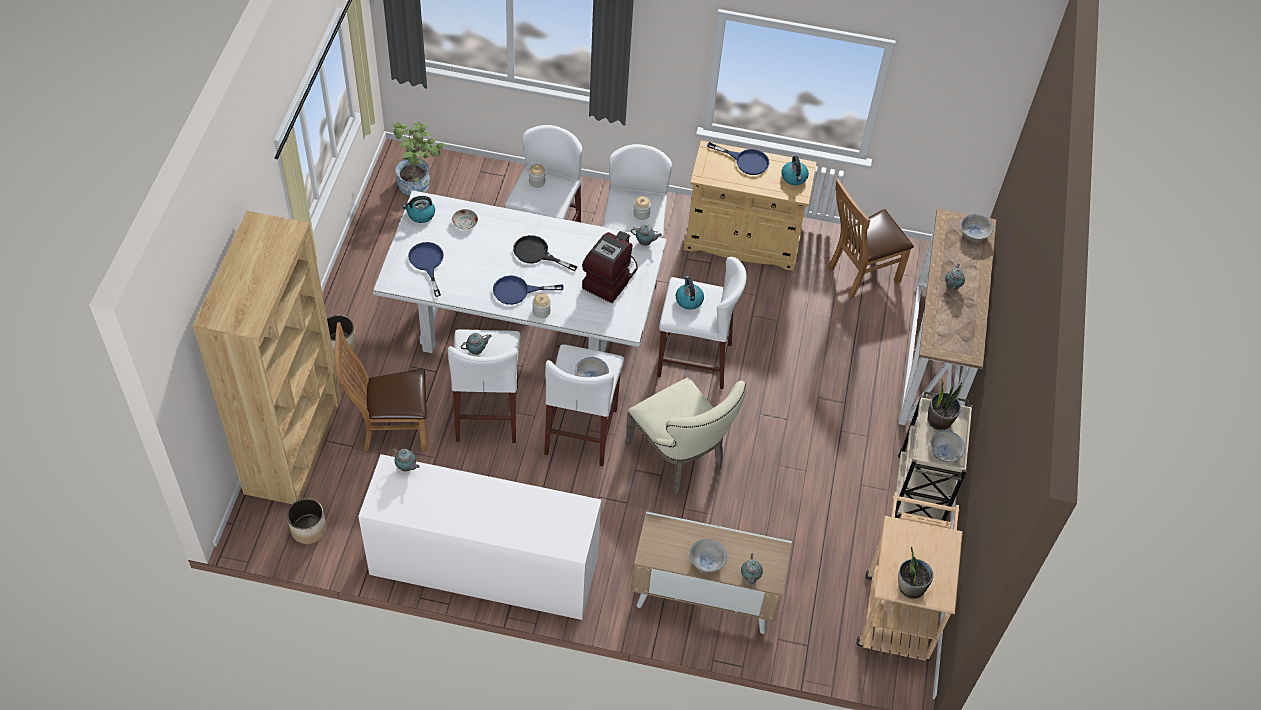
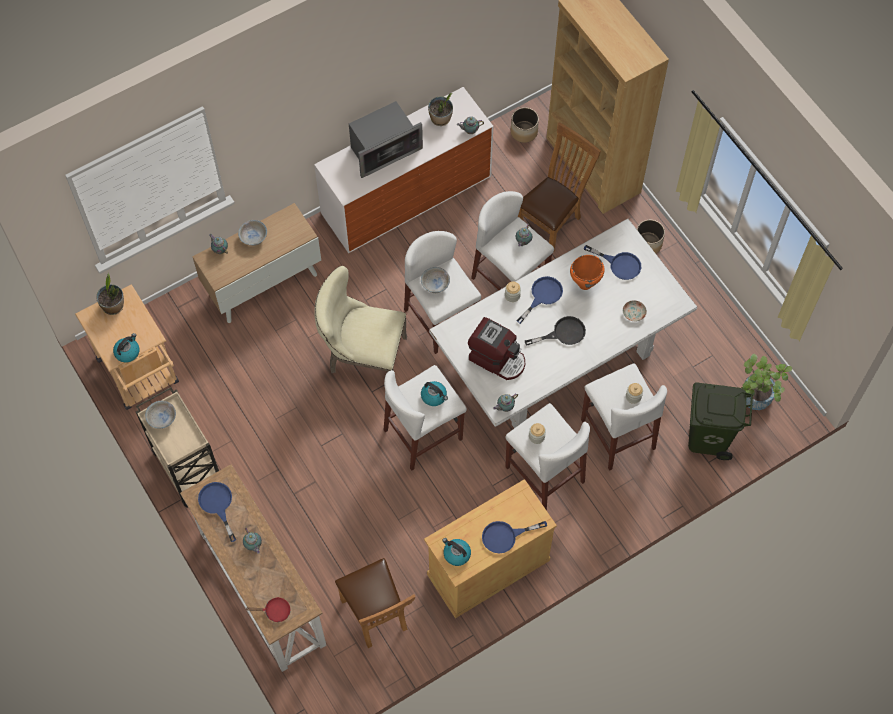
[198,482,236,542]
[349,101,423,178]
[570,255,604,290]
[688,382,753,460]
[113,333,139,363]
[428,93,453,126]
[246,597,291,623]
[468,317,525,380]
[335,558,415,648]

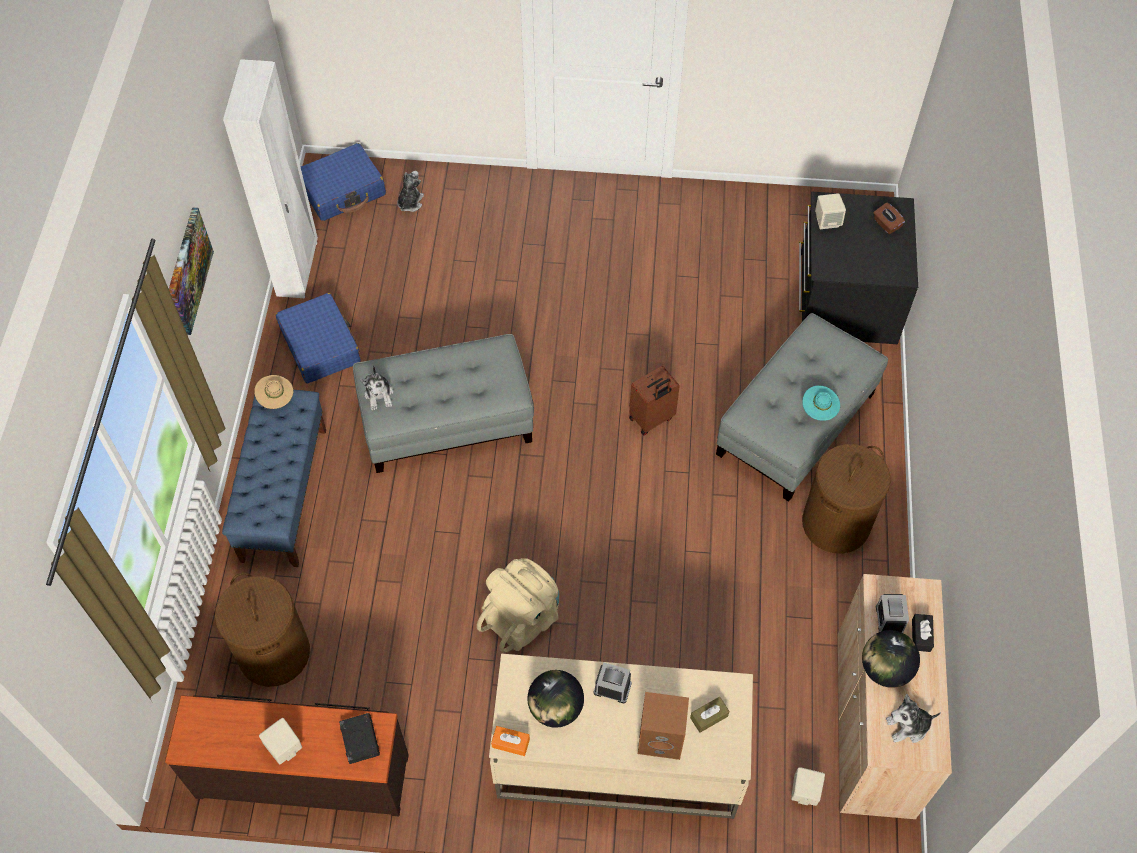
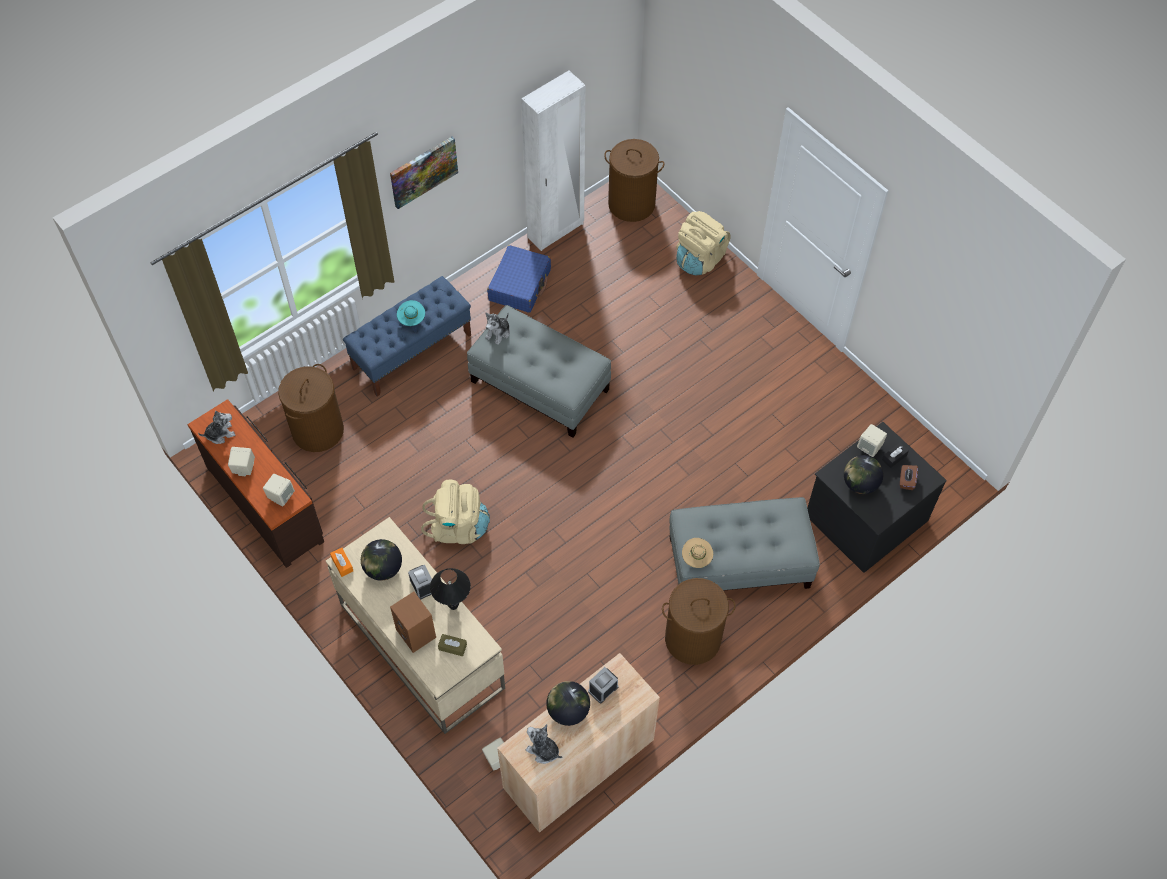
[629,366,680,435] (first image)
[430,568,471,610]
[676,211,731,276]
[844,455,884,494]
[682,538,713,568]
[198,411,235,444]
[397,300,425,326]
[882,443,909,468]
[604,139,664,222]
[263,474,295,507]

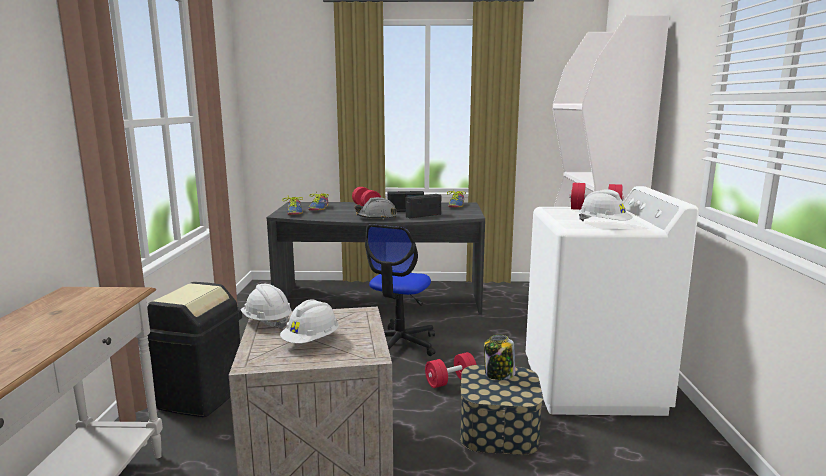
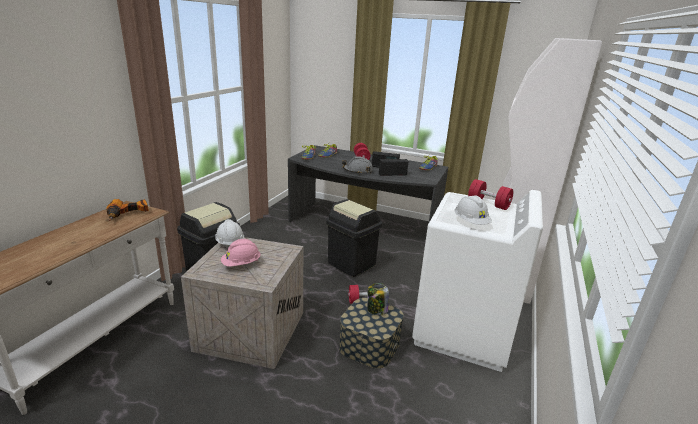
[106,199,149,221]
[326,199,382,277]
[221,239,261,267]

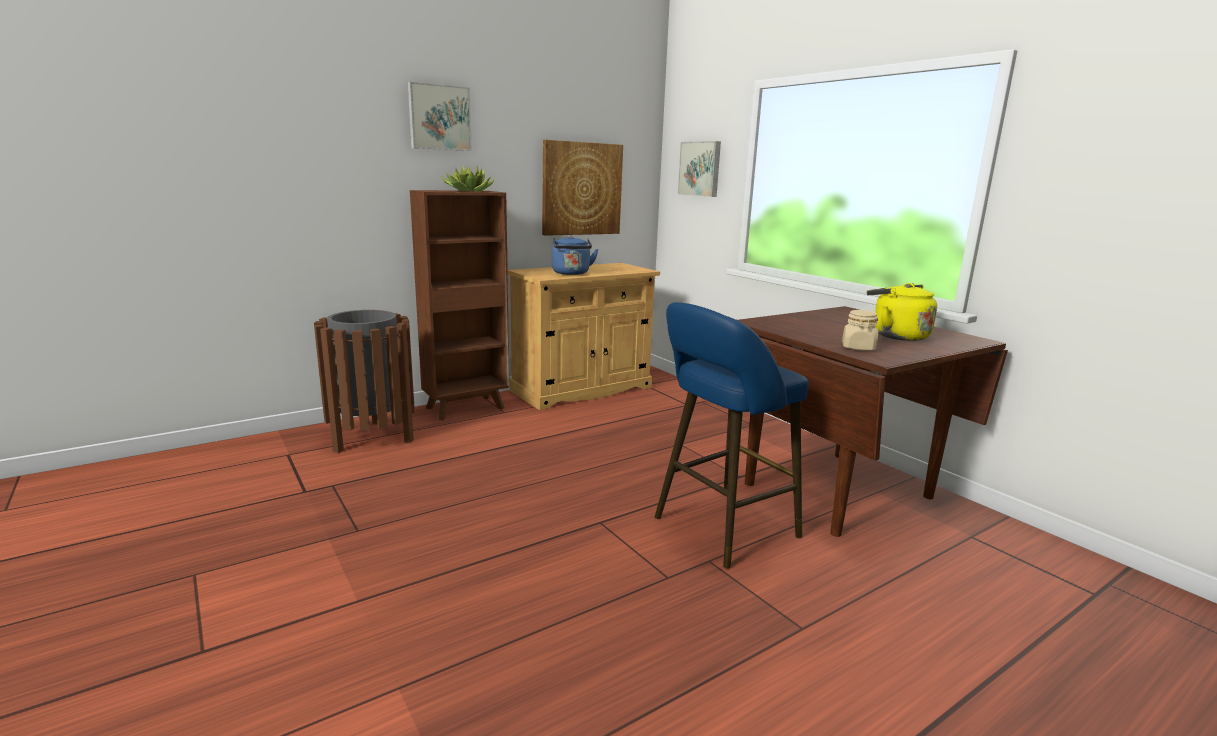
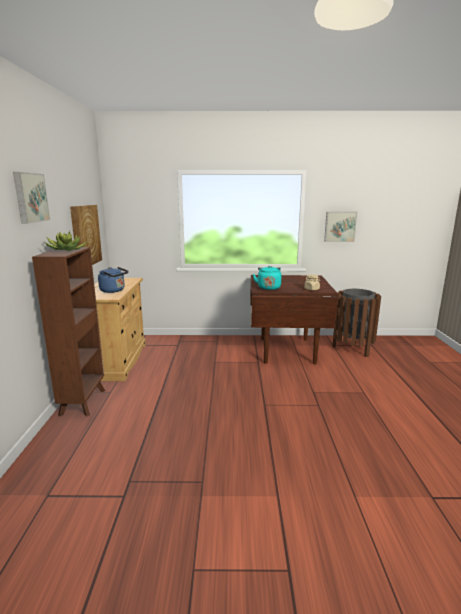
[655,302,808,569] (first image)
[867,283,937,341] (first image)
[253,266,281,290]
[332,289,381,357]
[324,212,357,242]

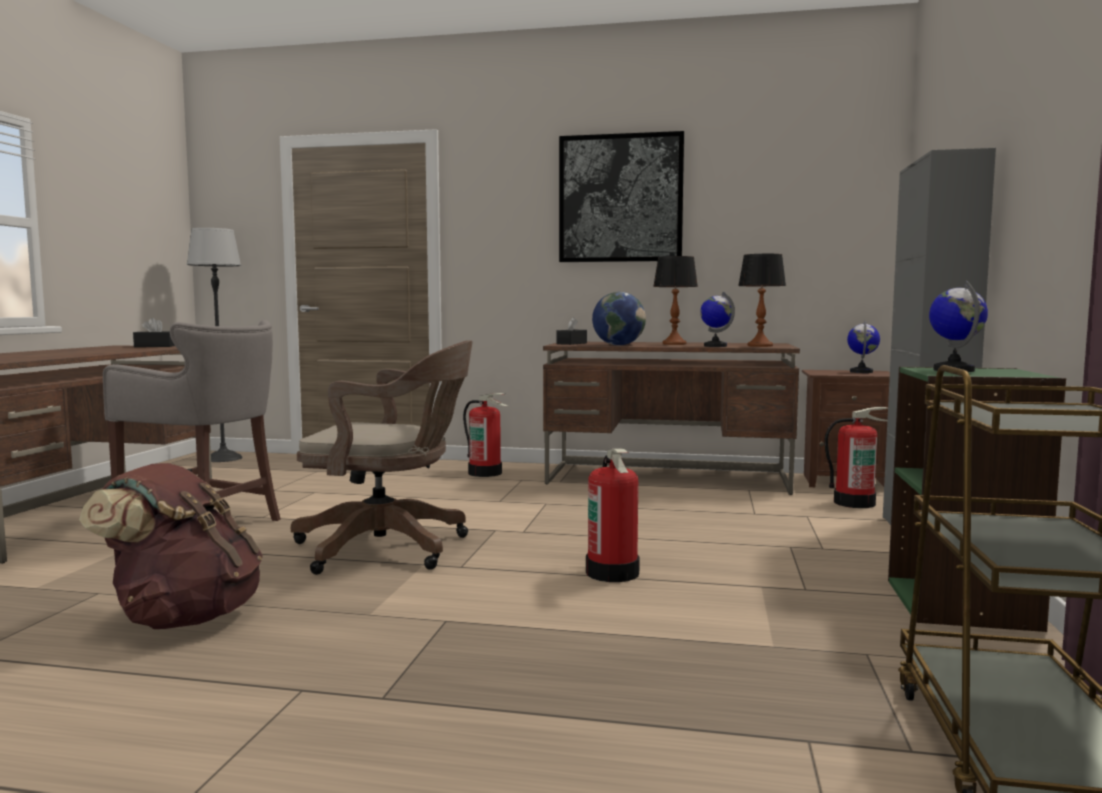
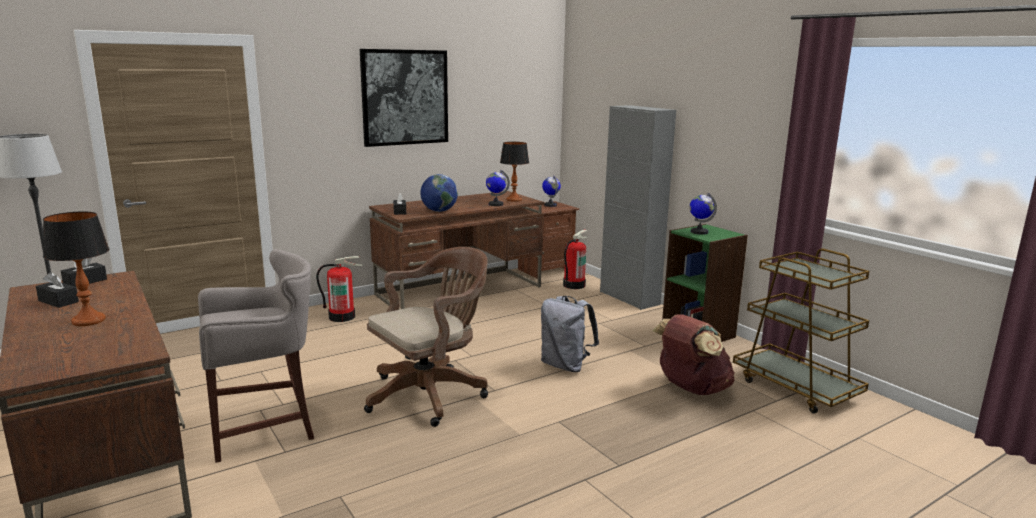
[36,272,79,308]
[652,314,735,395]
[43,211,109,326]
[541,296,599,372]

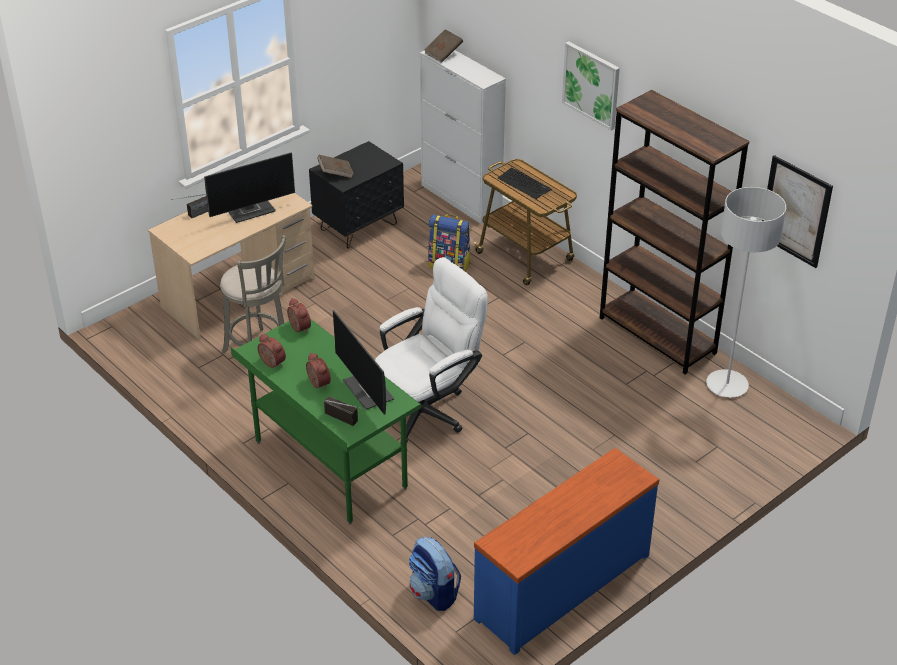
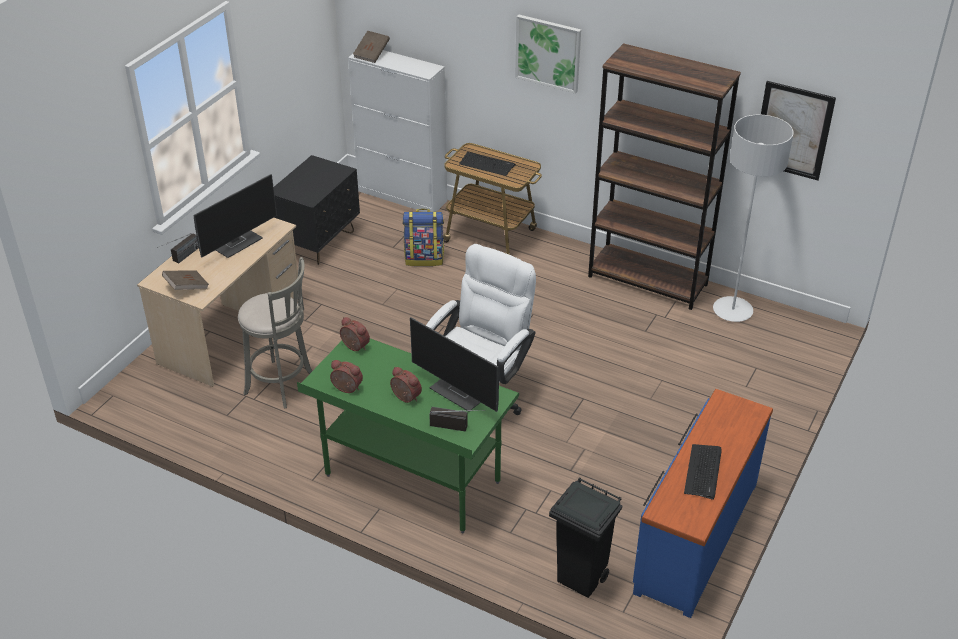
[684,444,722,500]
[162,270,209,290]
[549,477,622,598]

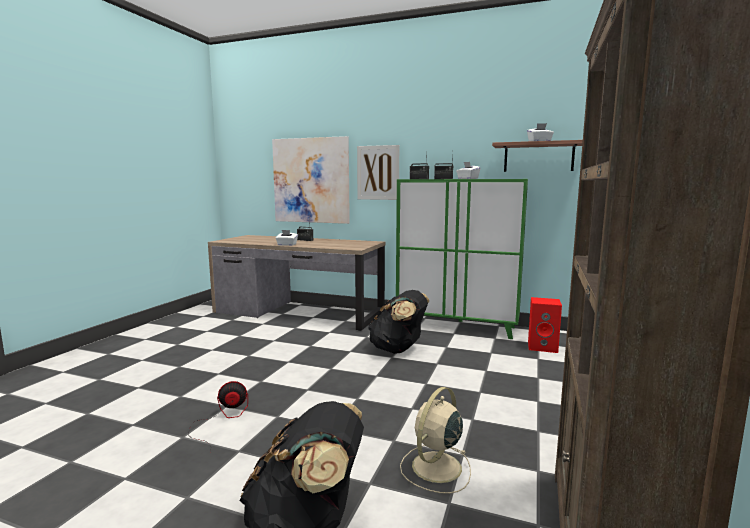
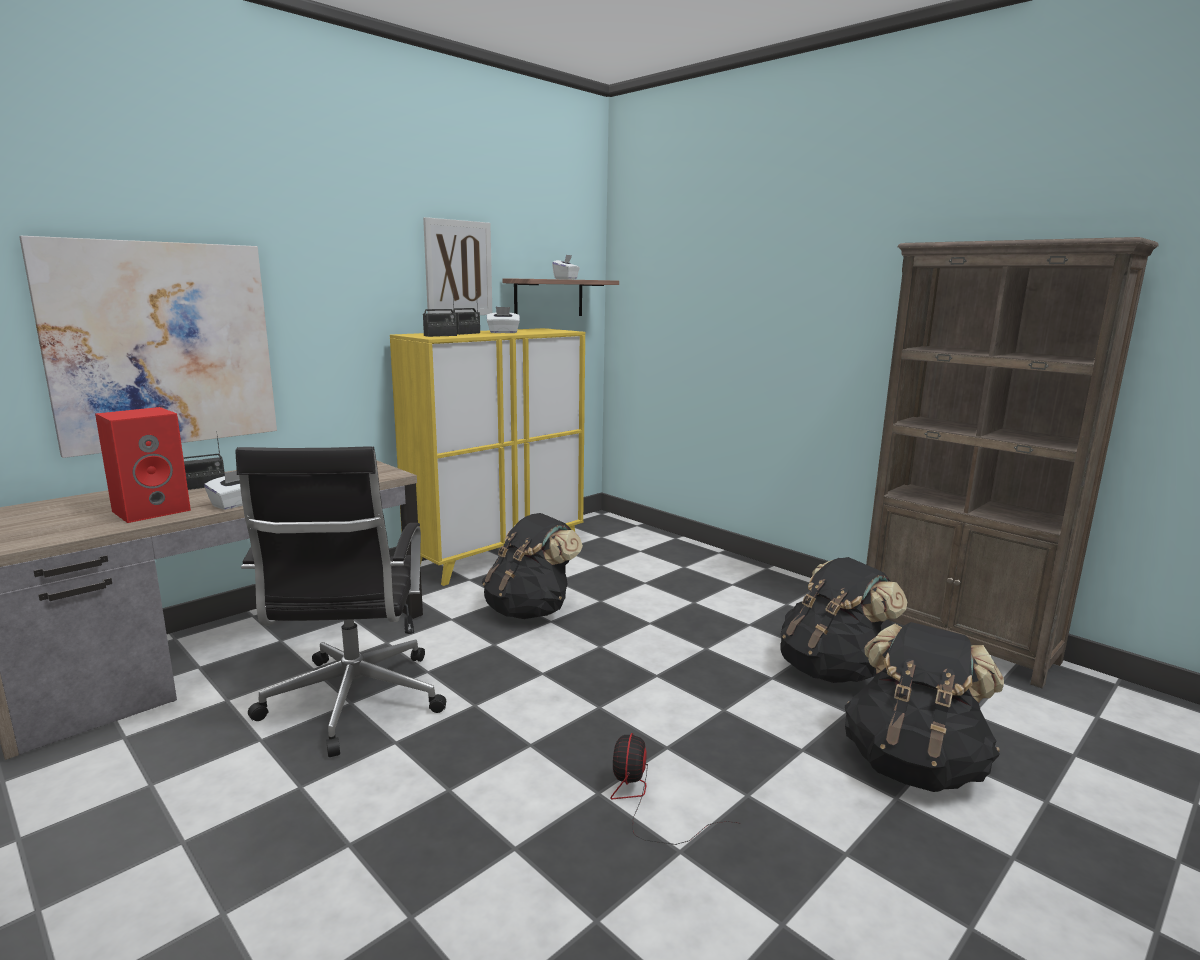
[235,447,446,757]
[423,217,492,315]
[95,407,191,523]
[780,557,907,683]
[390,328,585,586]

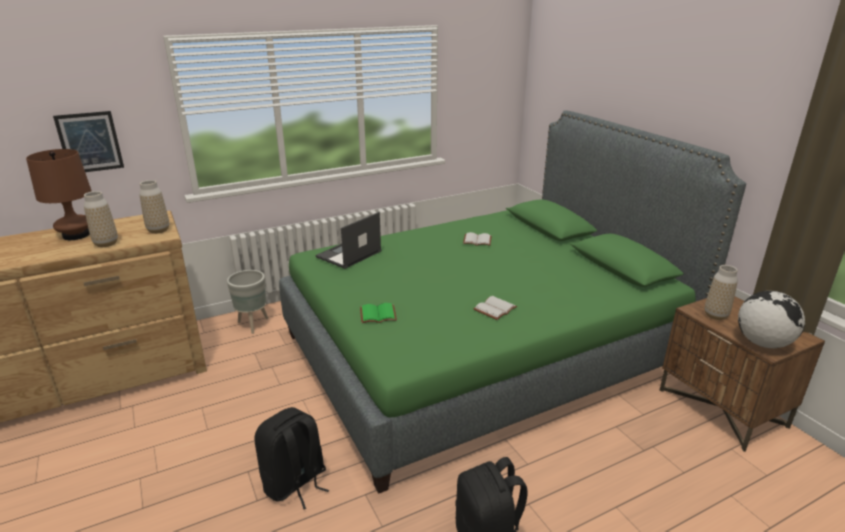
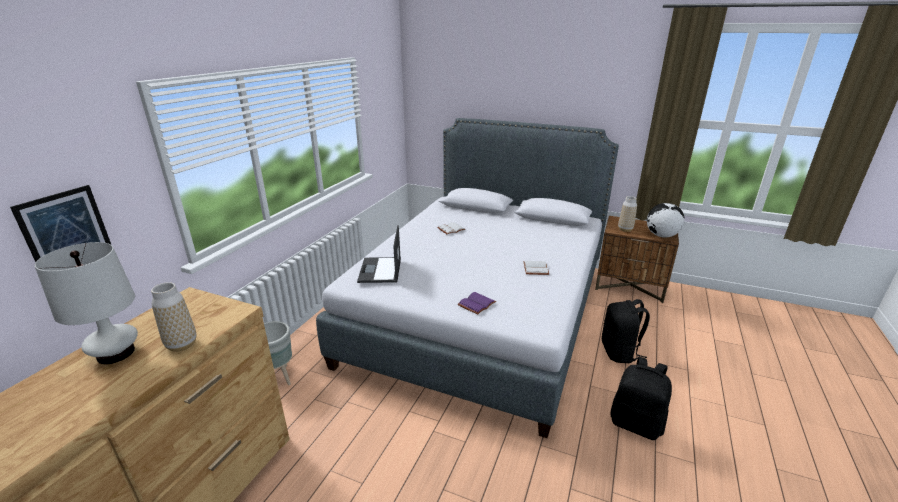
[139,180,169,234] (first image)
[602,299,650,363]
[35,242,138,364]
[316,118,619,438]
[457,292,496,315]

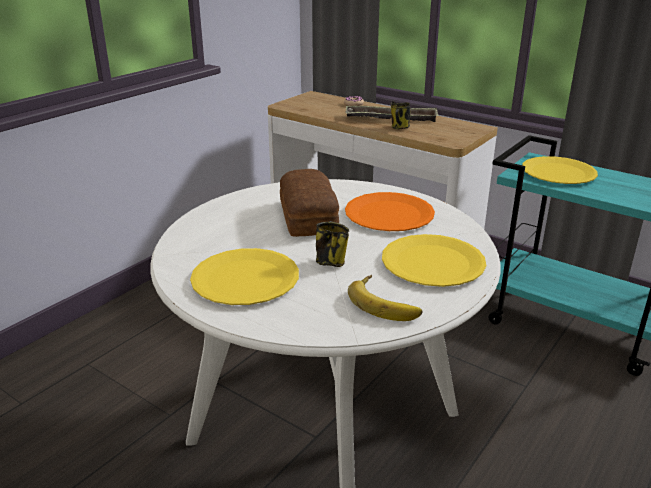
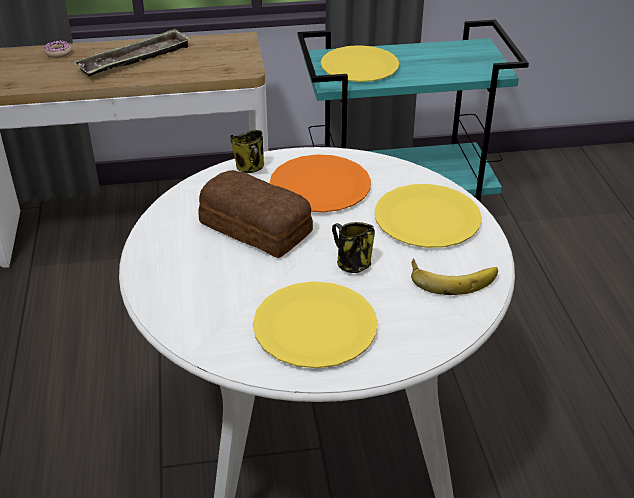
[230,130,264,173]

